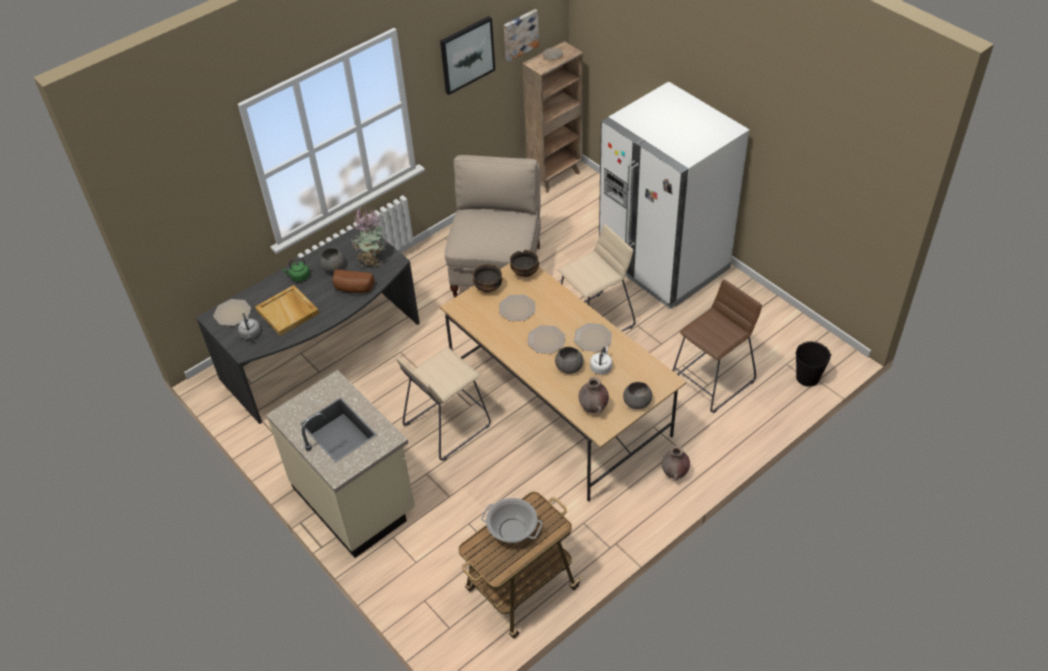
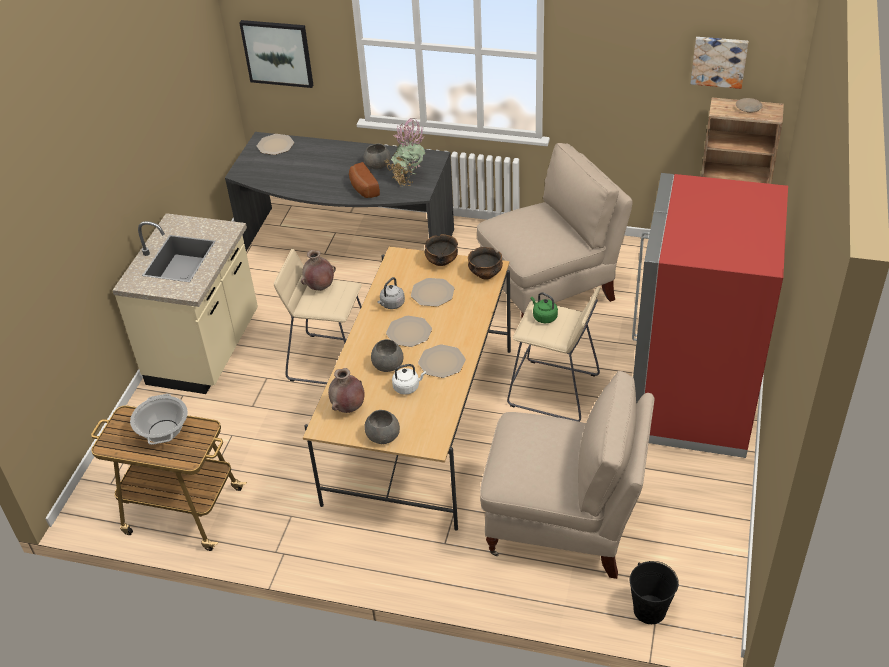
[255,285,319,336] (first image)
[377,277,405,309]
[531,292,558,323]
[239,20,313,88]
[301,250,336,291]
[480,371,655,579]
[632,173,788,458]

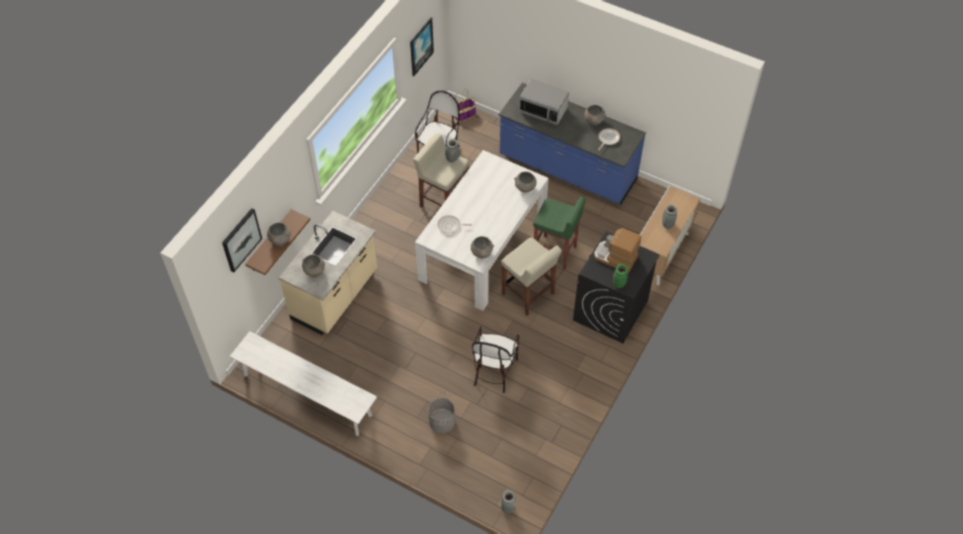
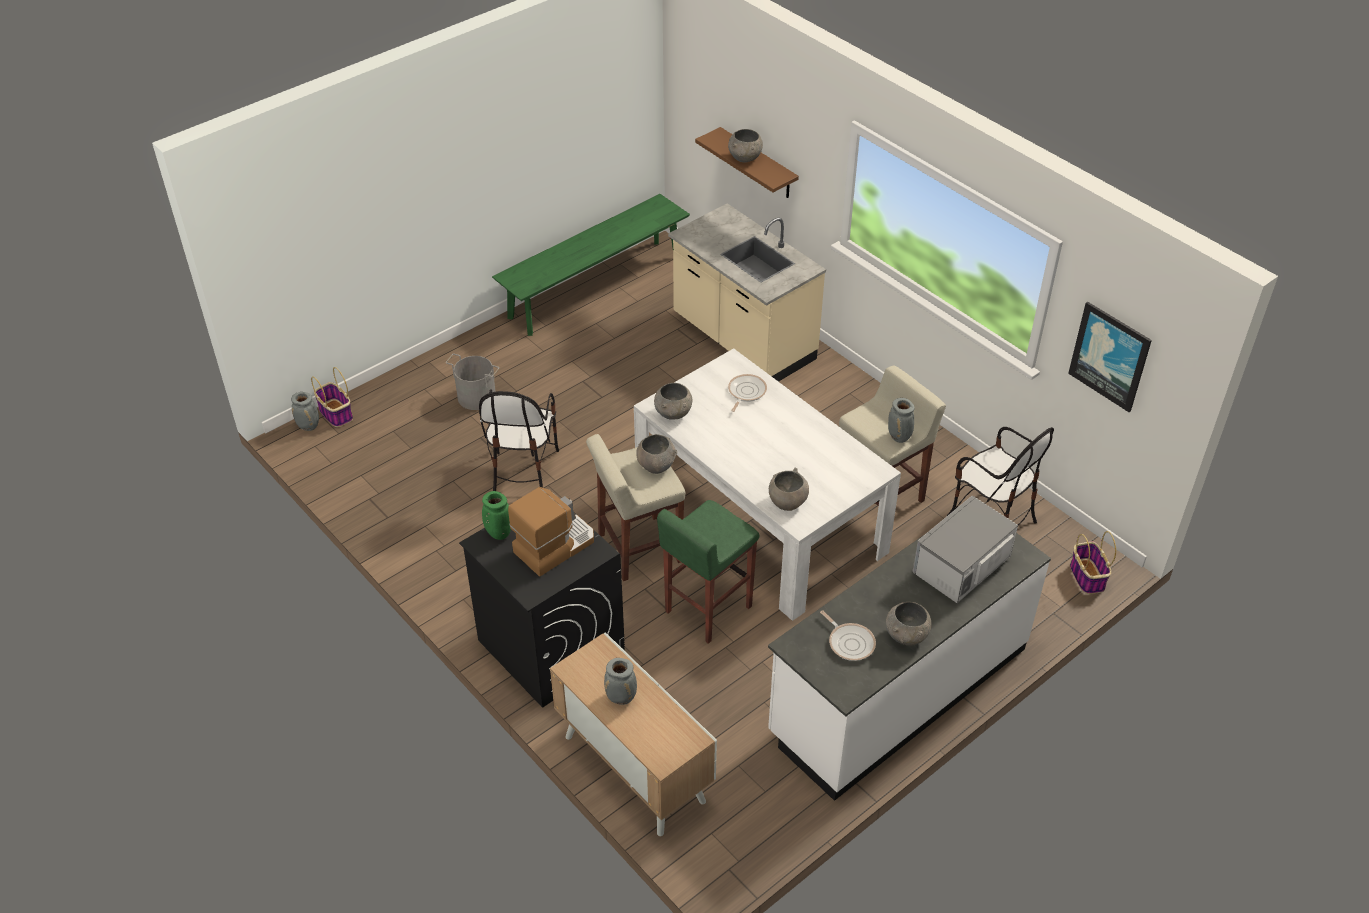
[222,208,262,272] (first image)
[311,367,353,427]
[636,434,677,474]
[492,194,690,336]
[768,533,1051,801]
[479,389,559,491]

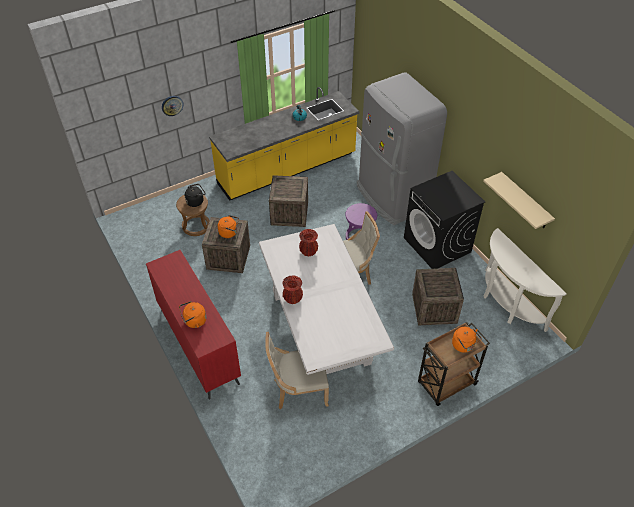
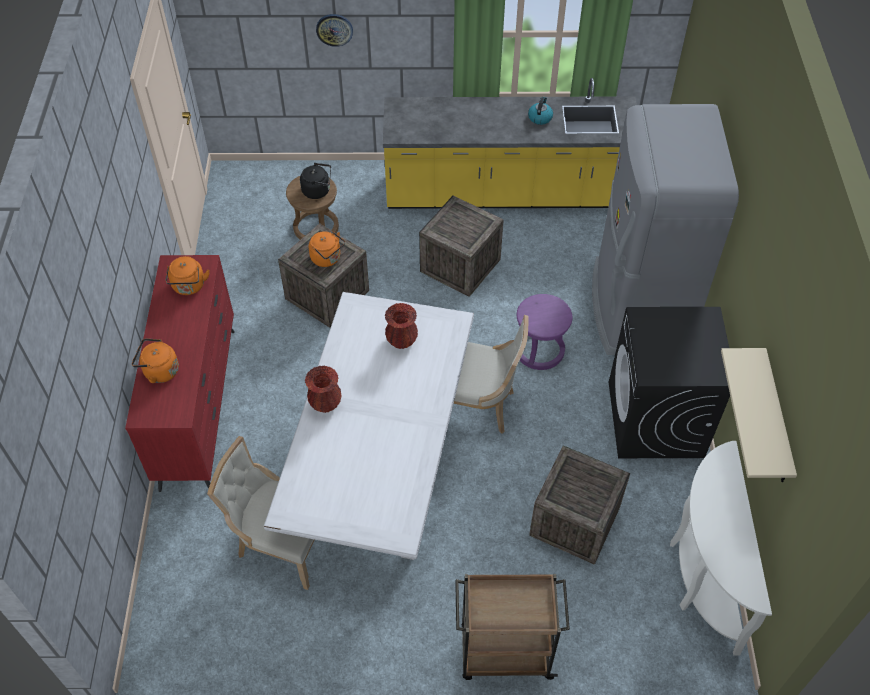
[165,256,210,295]

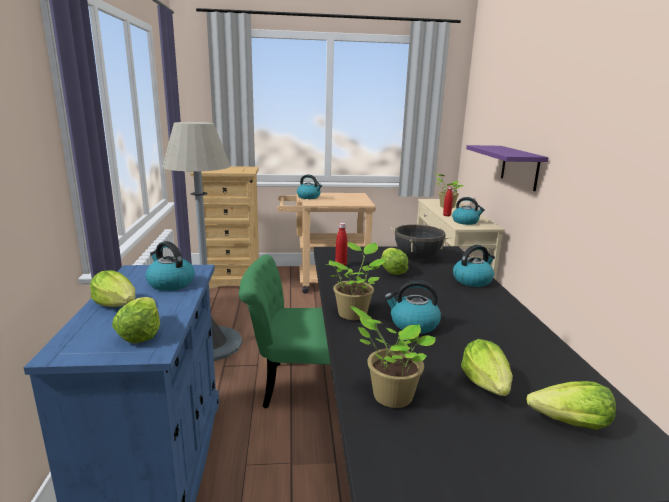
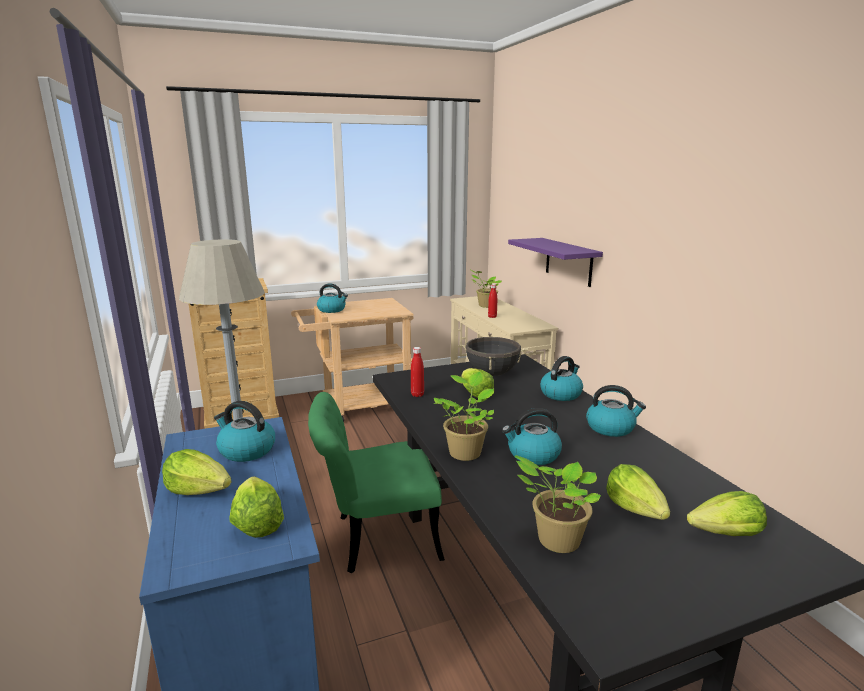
[586,385,646,437]

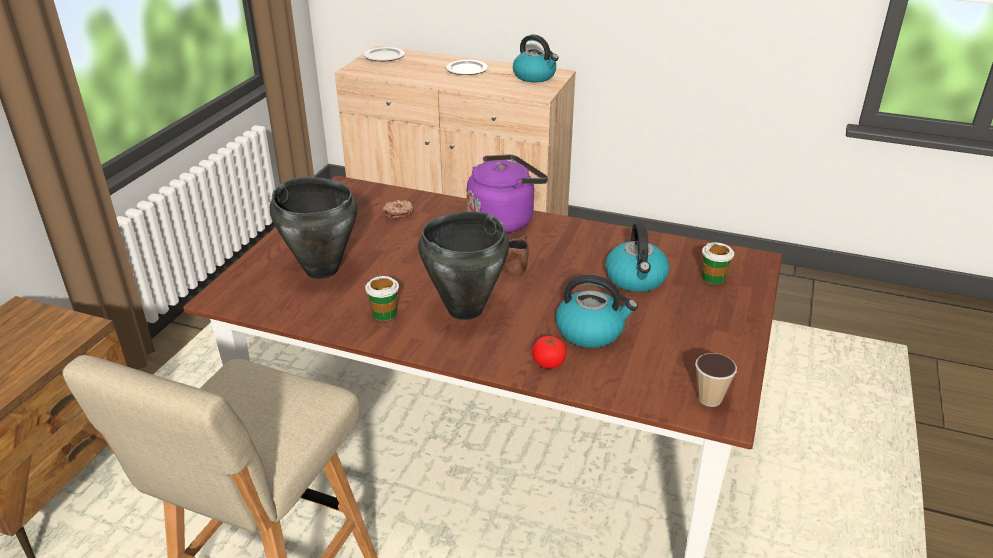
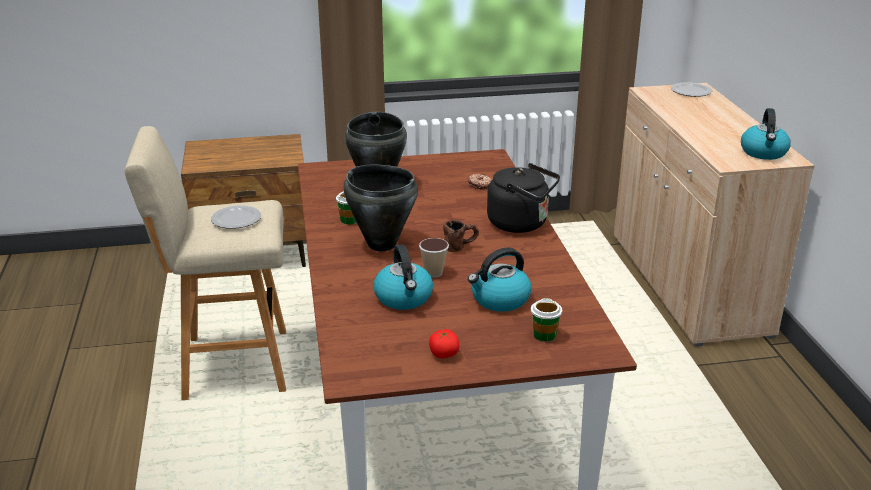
[211,205,261,229]
[429,329,459,358]
[419,238,449,278]
[487,163,560,233]

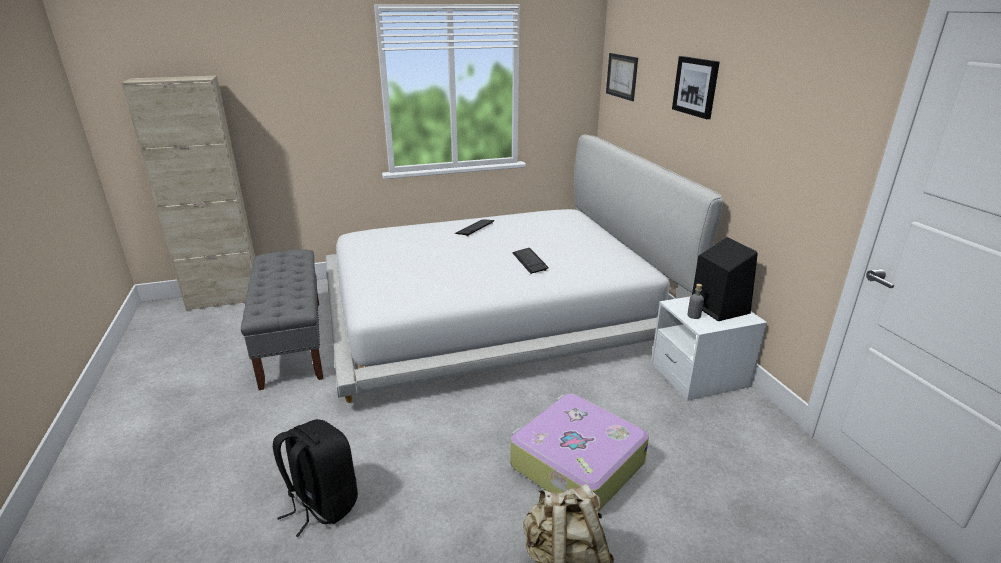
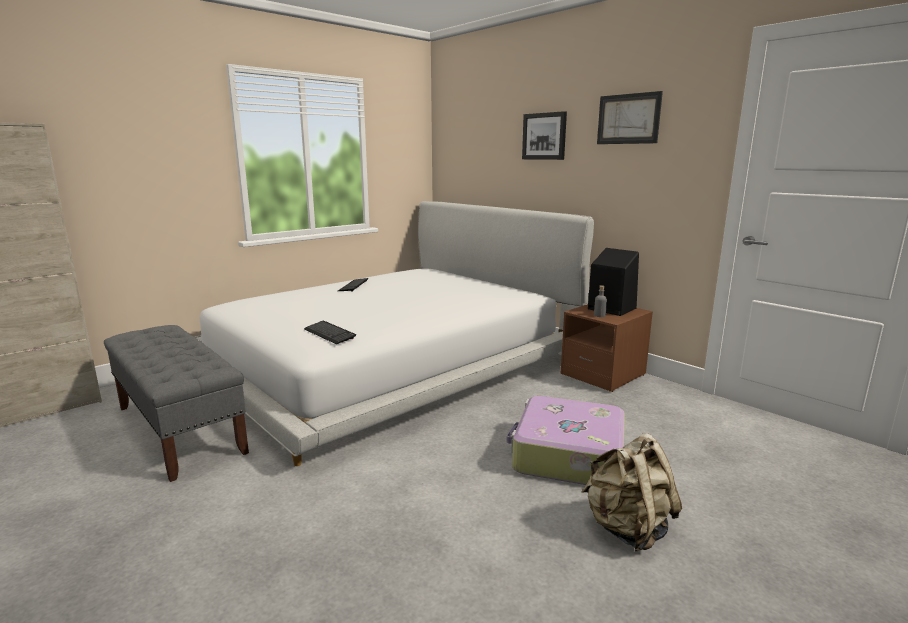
[273,419,358,537] (first image)
[304,321,356,344]
[597,91,663,144]
[560,304,653,392]

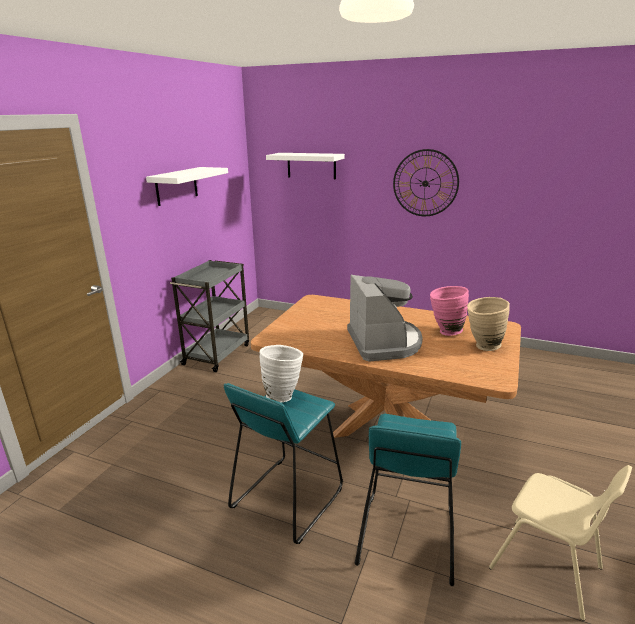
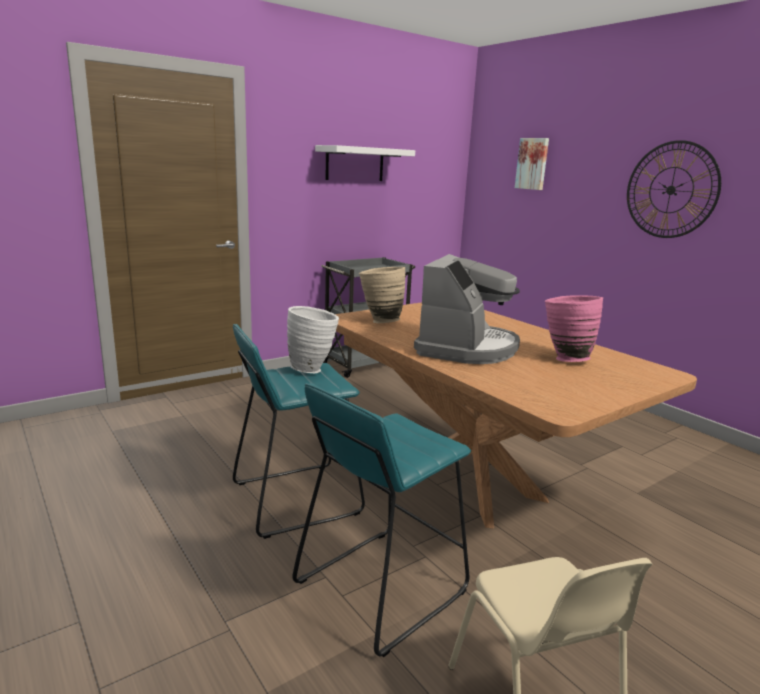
[359,267,405,323]
[515,138,549,190]

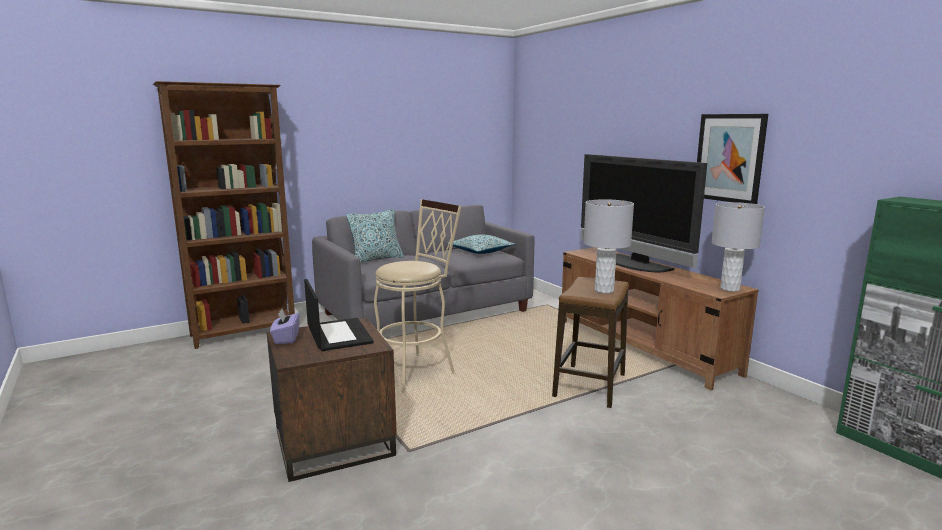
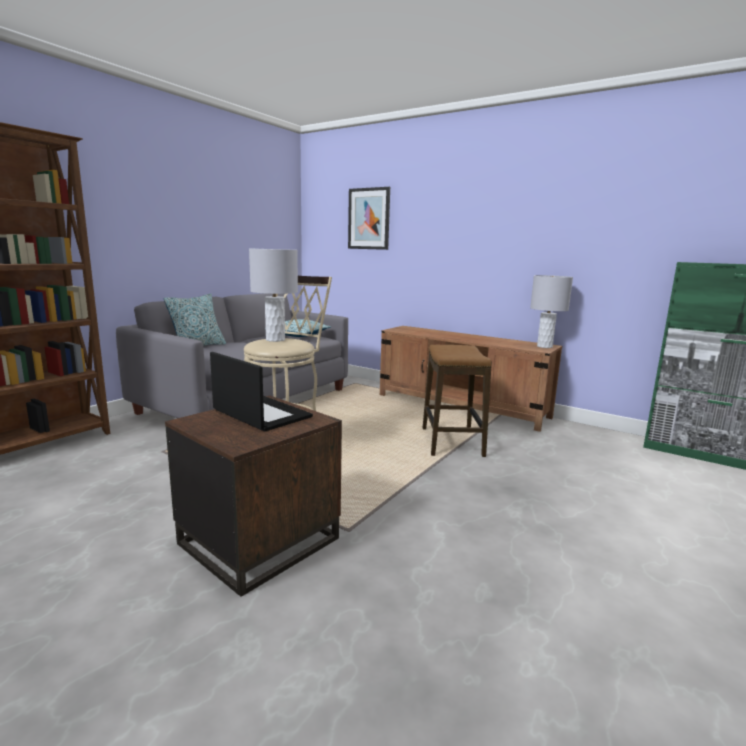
[270,309,300,344] (first image)
[581,154,707,272] (first image)
[249,249,298,342]
[348,187,390,250]

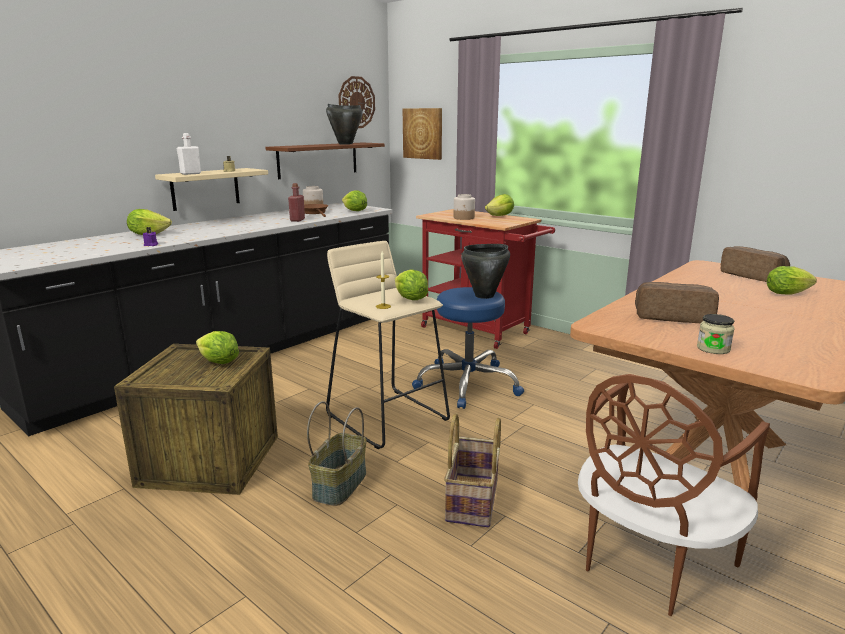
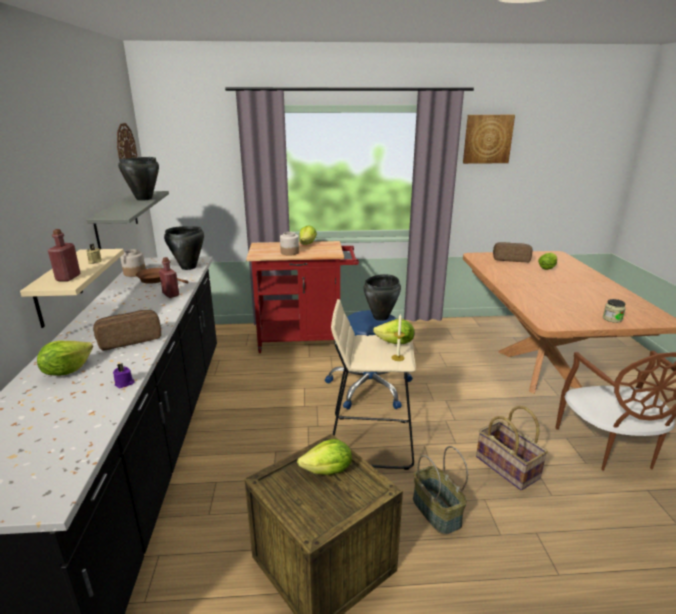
[463,115,515,164]
[93,310,161,351]
[164,226,204,270]
[48,229,81,282]
[86,191,169,249]

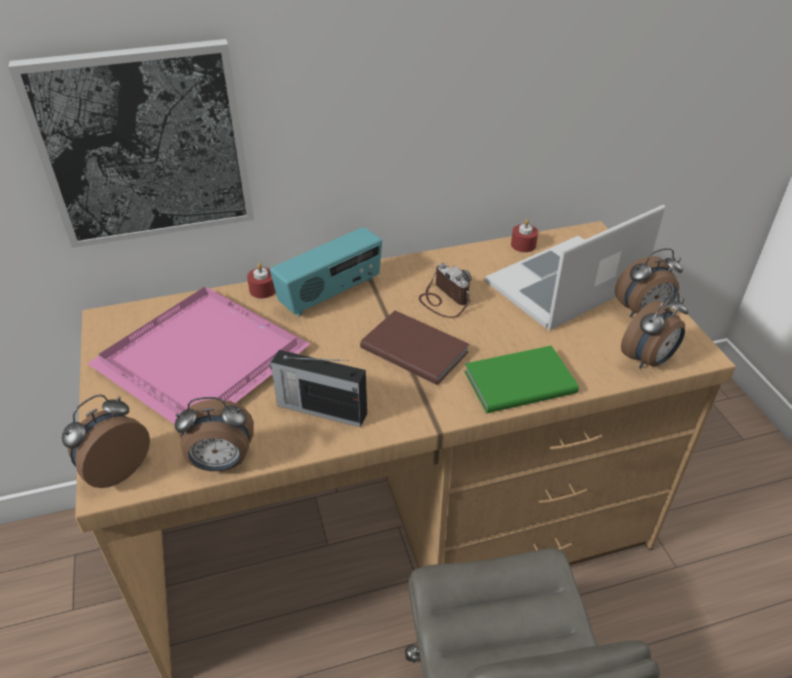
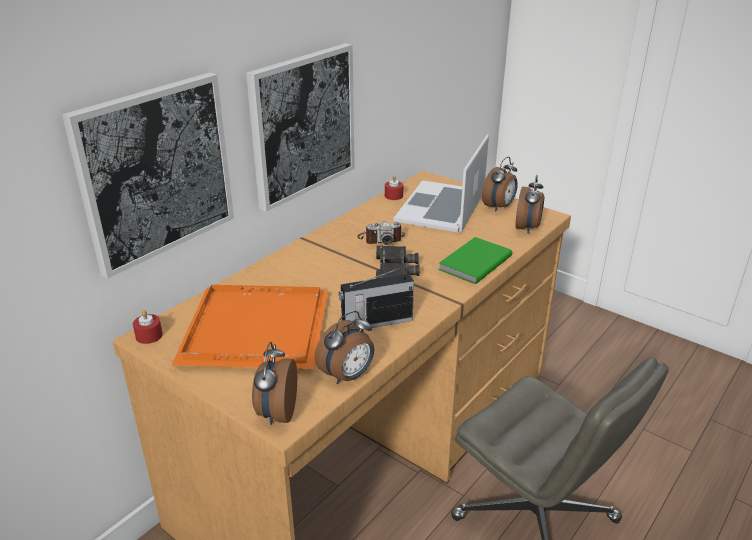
[270,227,382,317] (first image)
[246,43,355,212]
[133,310,163,344]
[376,245,420,279]
[172,285,328,369]
[357,221,405,245]

